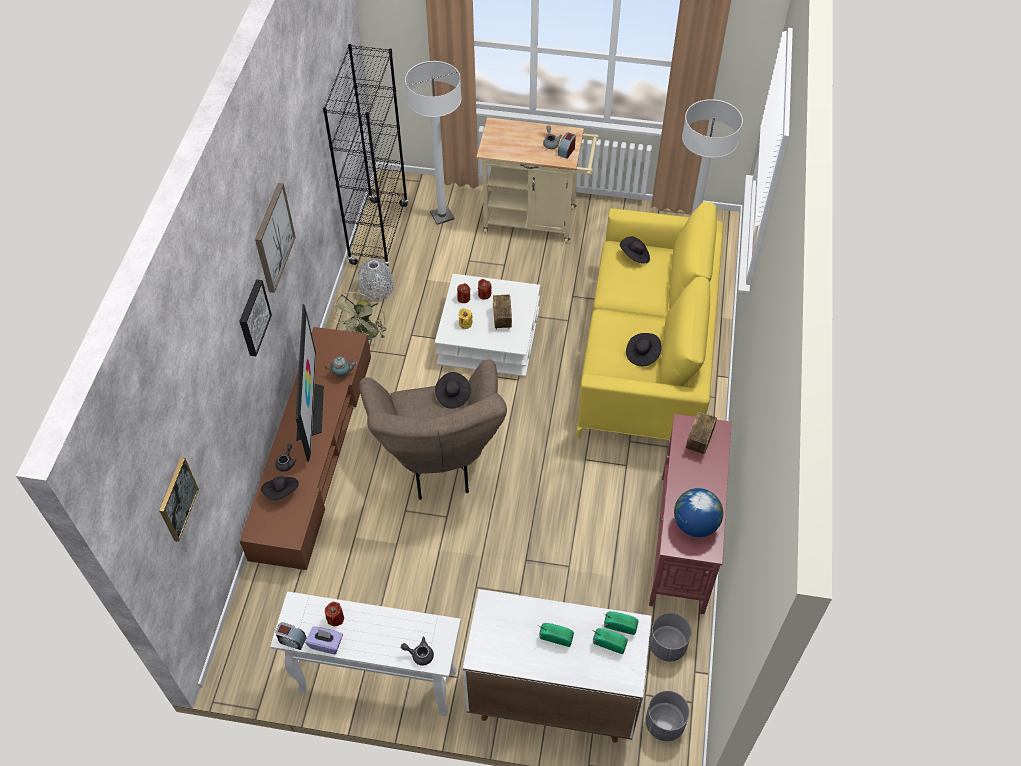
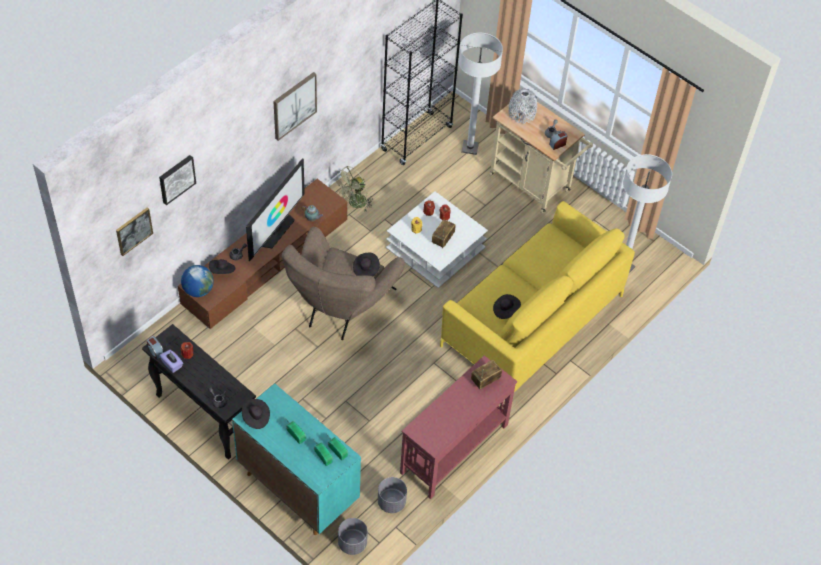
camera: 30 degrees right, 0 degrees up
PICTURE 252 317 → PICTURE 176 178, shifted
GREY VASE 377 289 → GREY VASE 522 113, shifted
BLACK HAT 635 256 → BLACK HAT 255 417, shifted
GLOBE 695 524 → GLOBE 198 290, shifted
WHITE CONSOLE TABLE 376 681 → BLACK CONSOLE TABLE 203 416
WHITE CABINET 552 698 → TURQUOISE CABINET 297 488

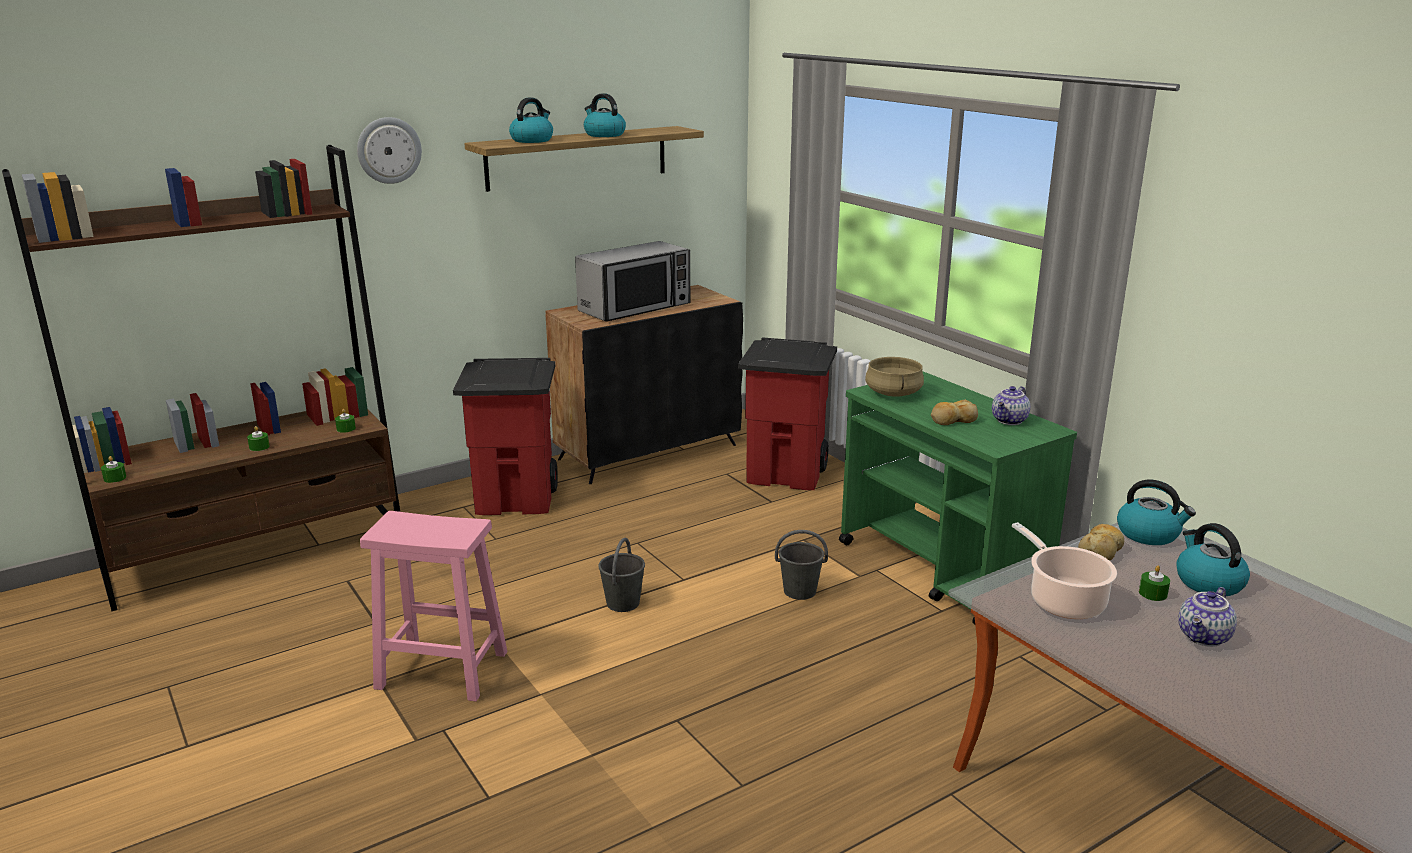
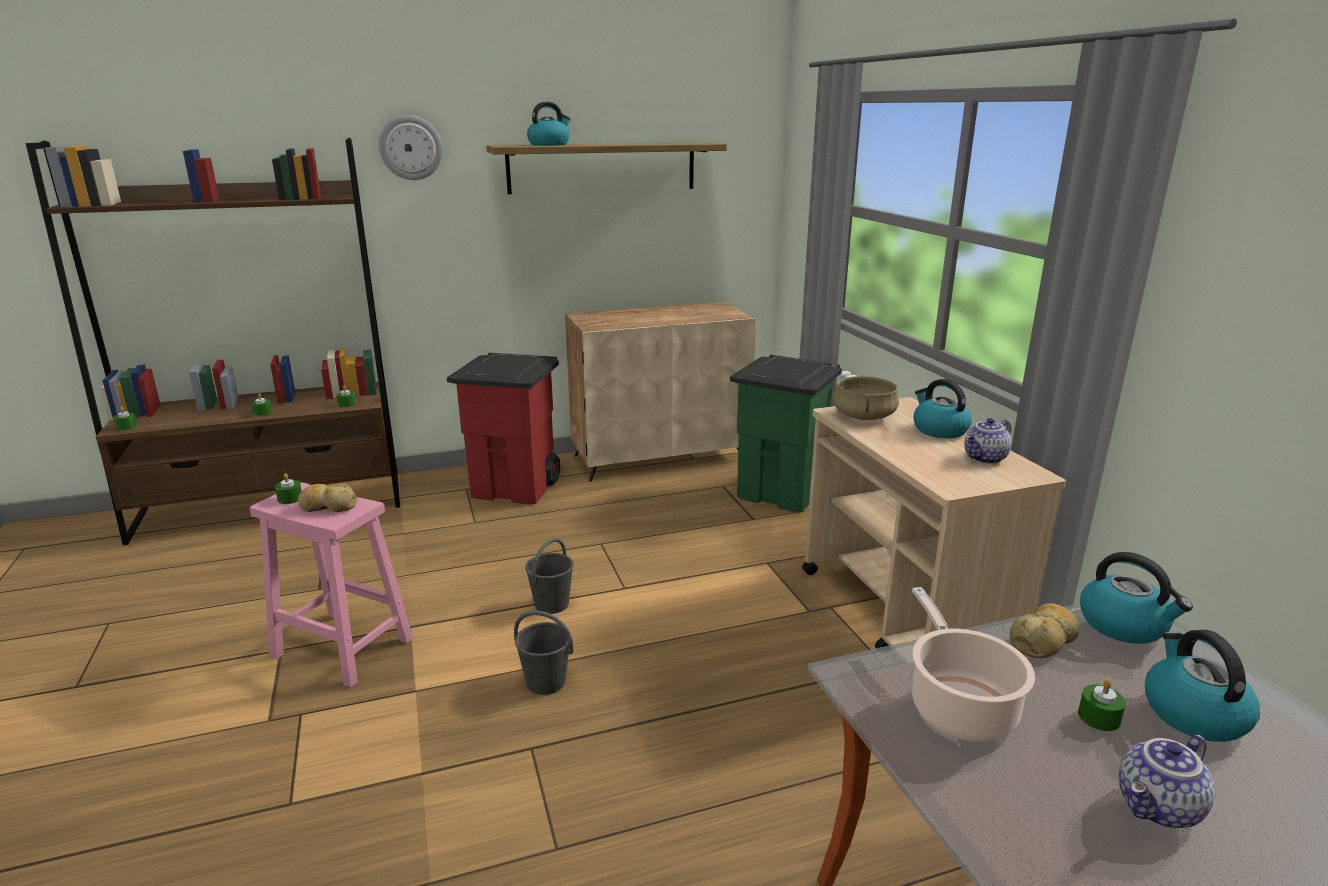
camera: 15 degrees right, 0 degrees up
MICROWAVE 635 308 → -
- → GREEN CANDLE 290 498
KETTLE 604 135 → KETTLE 939 430, shifted
GREY BUCKET 800 591 → GREY BUCKET 546 682, shifted
BREAD 952 420 → BREAD 328 506, shifted
BLACK CABINET 649 451 → BEIGE CABINET 660 457
RED TRASH CAN 787 474 → GREEN TRASH CAN 782 493
GREEN CART 942 570 → BEIGE CART 905 618

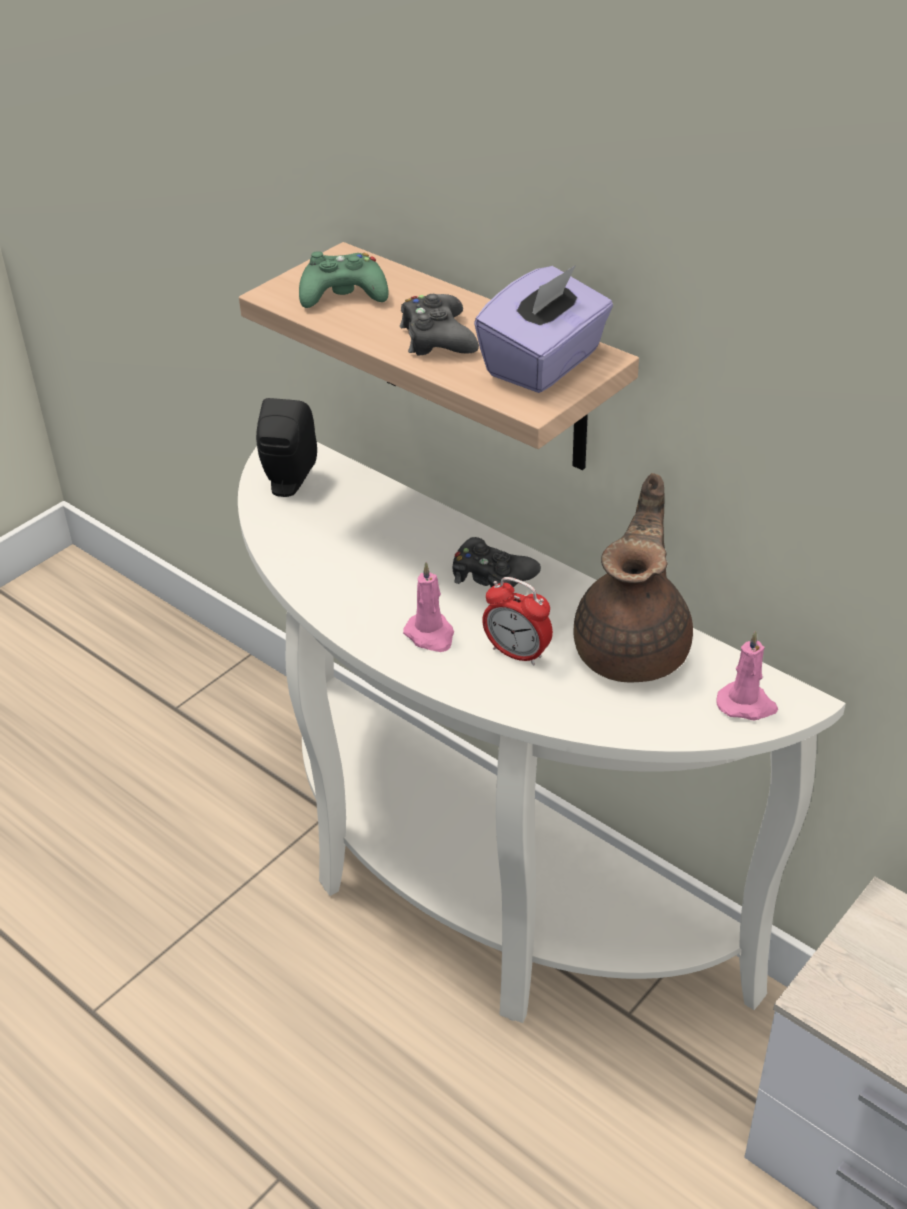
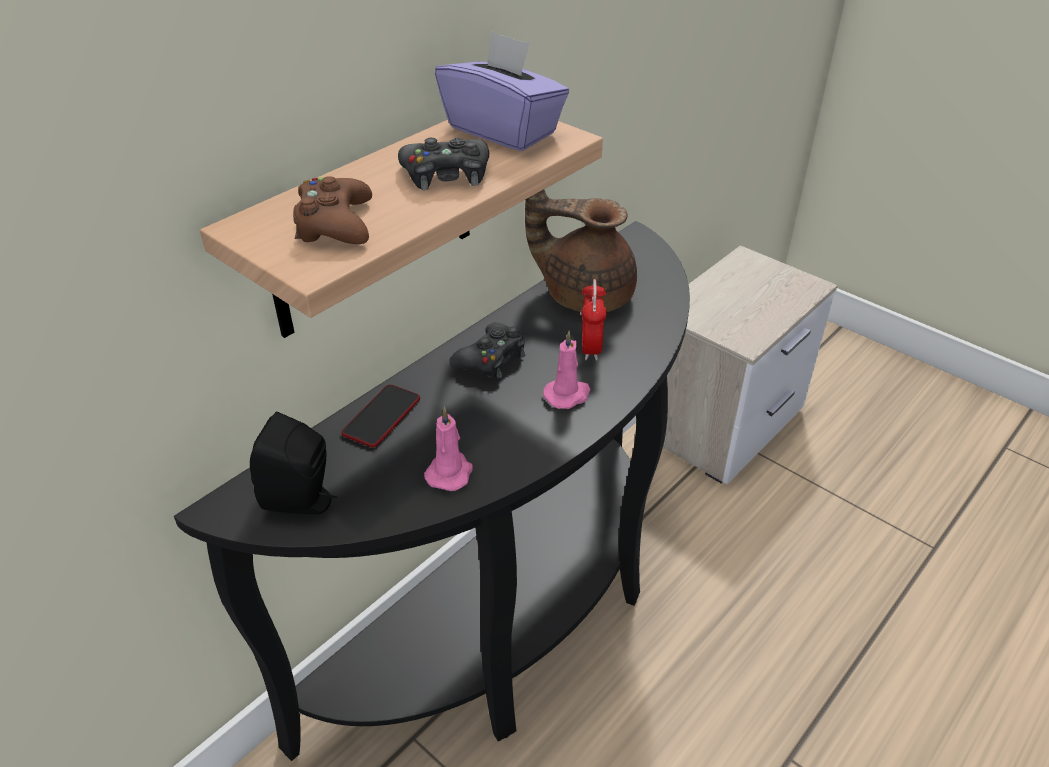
camera: 90 degrees left, 0 degrees up
- → PHONE 382 416
PINK CANDLE 747 705 → PINK CANDLE 450 472, shifted
WHITE CONSOLE TABLE 473 891 → BLACK CONSOLE TABLE 515 621
GREEN GAME CONTROLLER 343 294 → BROWN GAME CONTROLLER 335 224
ALARM CLOCK 517 653 → ALARM CLOCK 591 348, 150 degrees clockwise

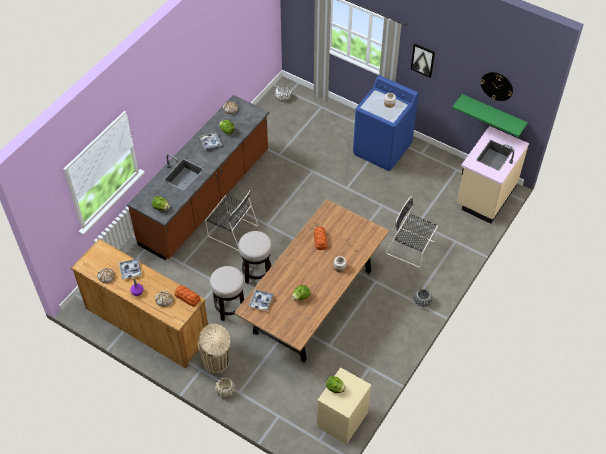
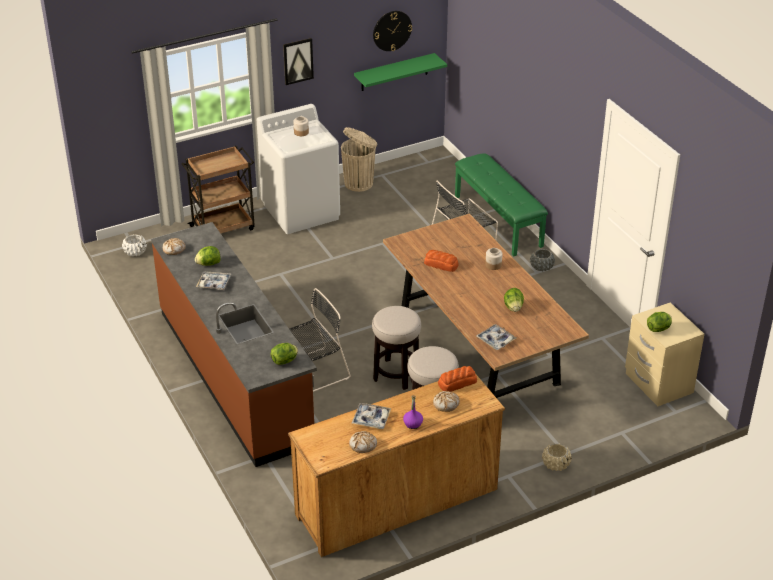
camera: 60 degrees left, 15 degrees down
BEIGE COUNTER 485 195 → -
- → BROWN CART 223 227
- → GREEN BENCH 498 221
BEIGE TRASH CAN 217 363 → BEIGE TRASH CAN 359 183, shifted
BLUE WASHING MACHINE 382 149 → WHITE WASHING MACHINE 301 211

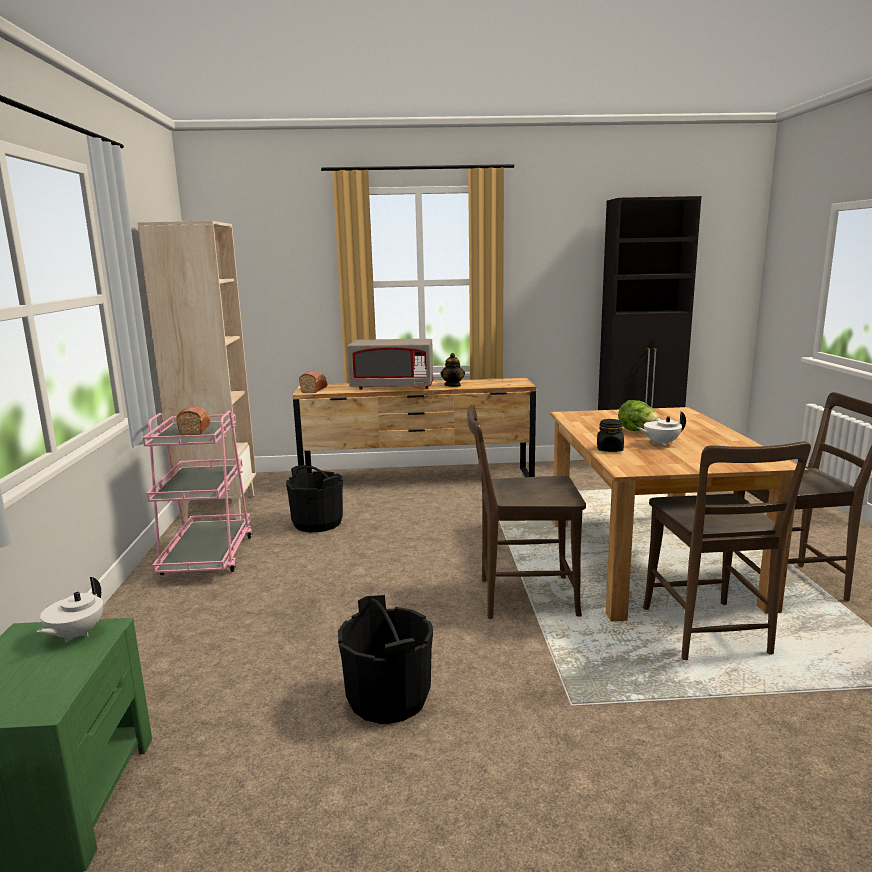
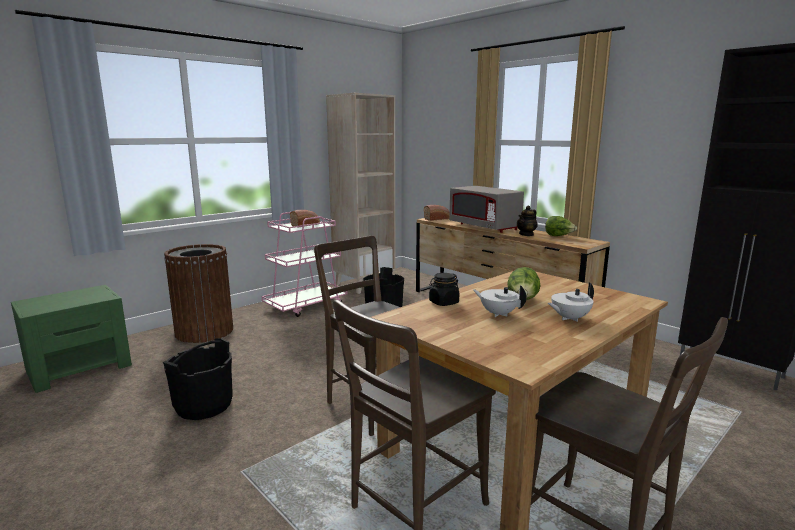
camera: 50 degrees right, 0 degrees up
- → BROWN TRASH CAN 204 331
- → LETTUCE 559 236
WHITE TEAPOT 75 635 → WHITE TEAPOT 569 318, shifted

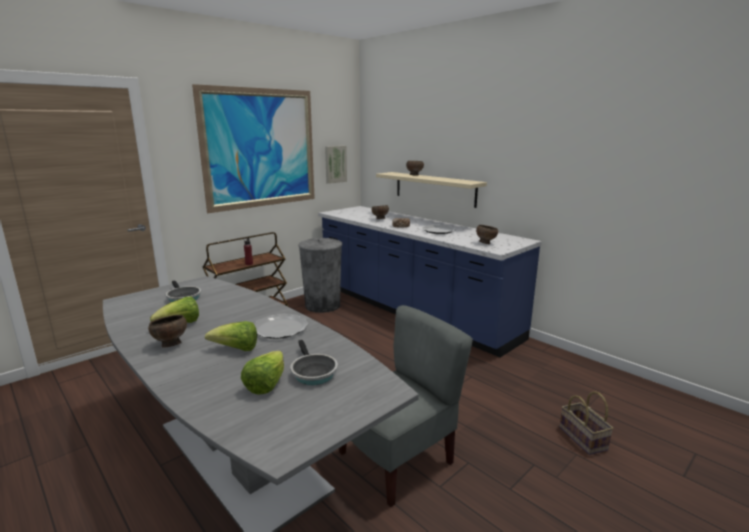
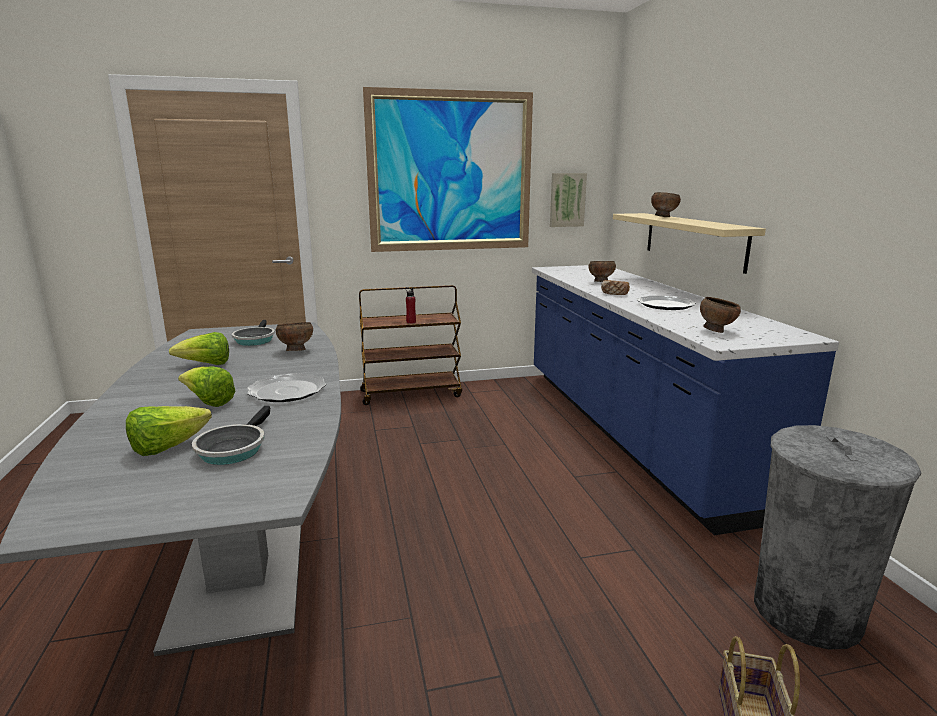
camera: 30 degrees right, 0 degrees up
GREY CHAIR 397 460 → -
BROWN BOWL 170 345 → BROWN BOWL 295 351, shifted
GREY TRASH CAN 323 305 → GREY TRASH CAN 807 611, shifted

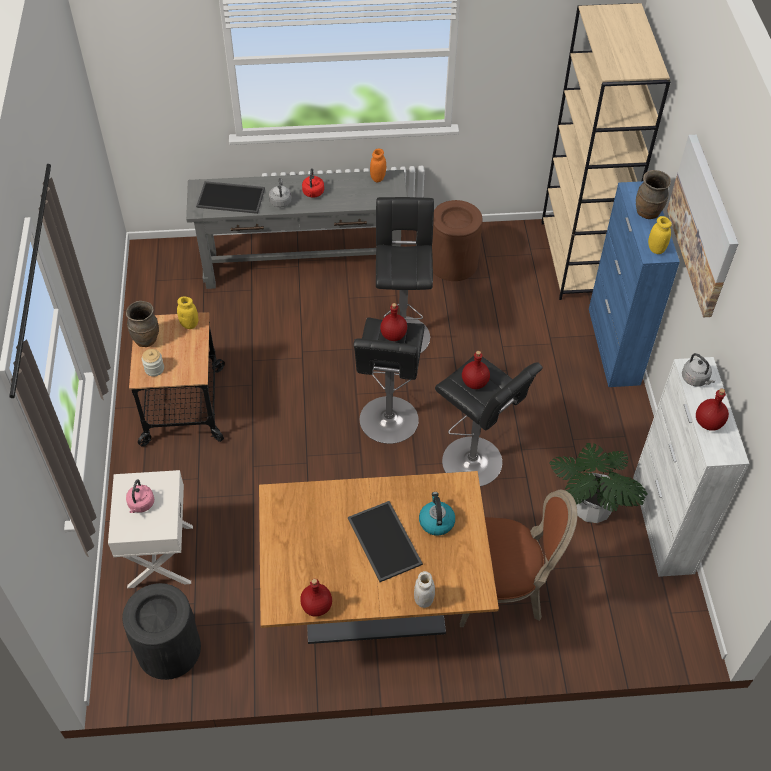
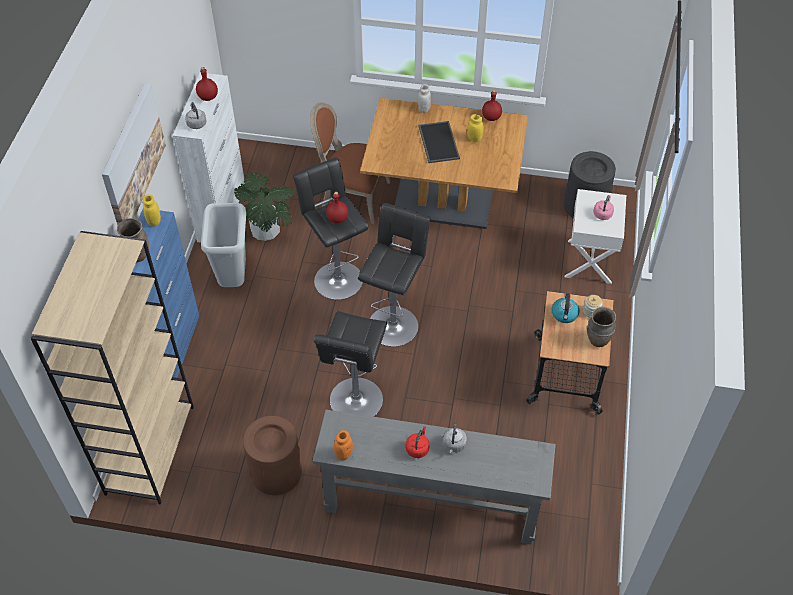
camera: 165 degrees left, 0 degrees up
TRAY 231 197 → -
RED BOTTLE 393 335 → -
- → GREY TRASH CAN 232 279
YELLOW JAR 189 324 → YELLOW JAR 474 139, shifted
KETTLE 436 521 → KETTLE 564 314, shifted

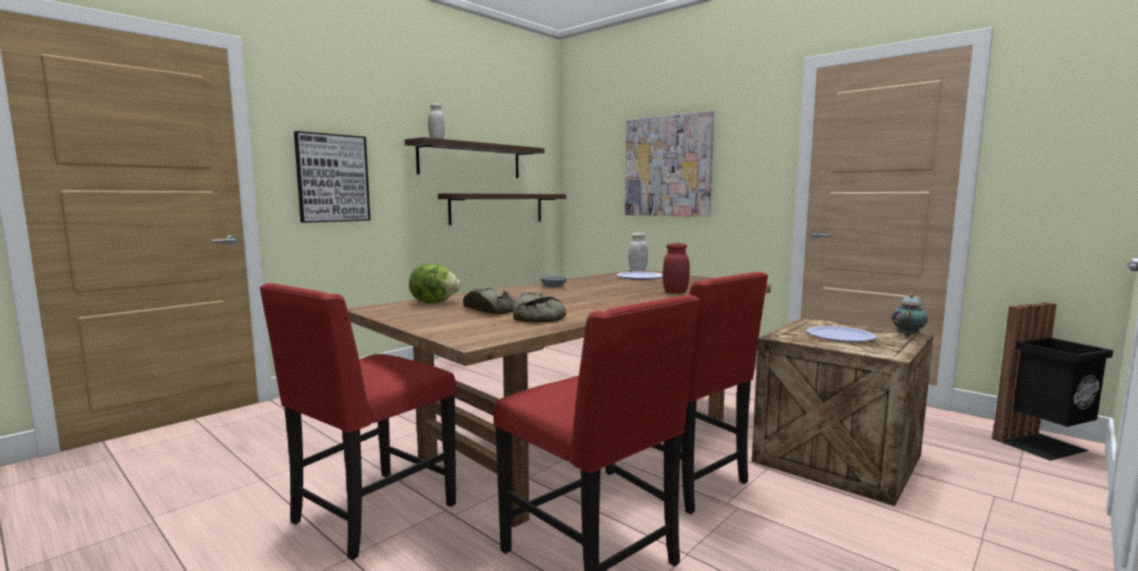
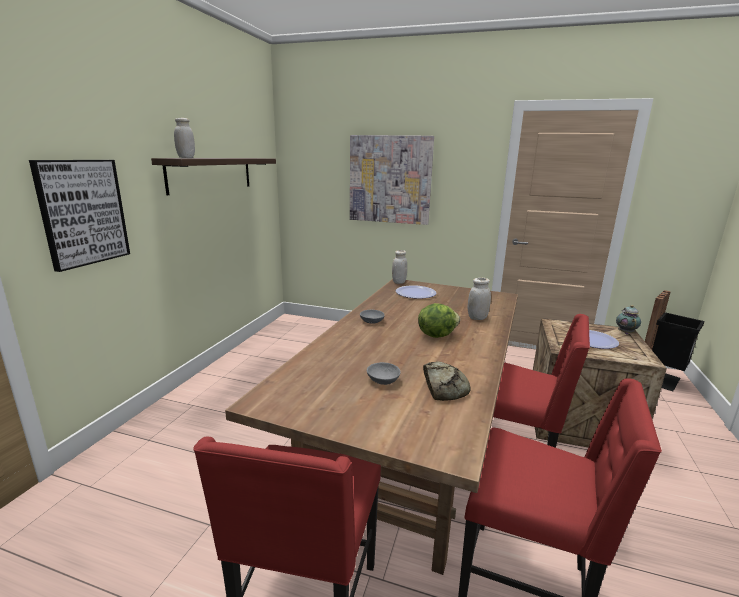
camera: 25 degrees left, 10 degrees up
SHELF 497 208 → -
LETTUCE 434 302 → LETTUCE 436 334, shifted
BREAD 491 310 → GREY BOWL 382 380
RED JAR 675 292 → WHITE JAR 477 318

